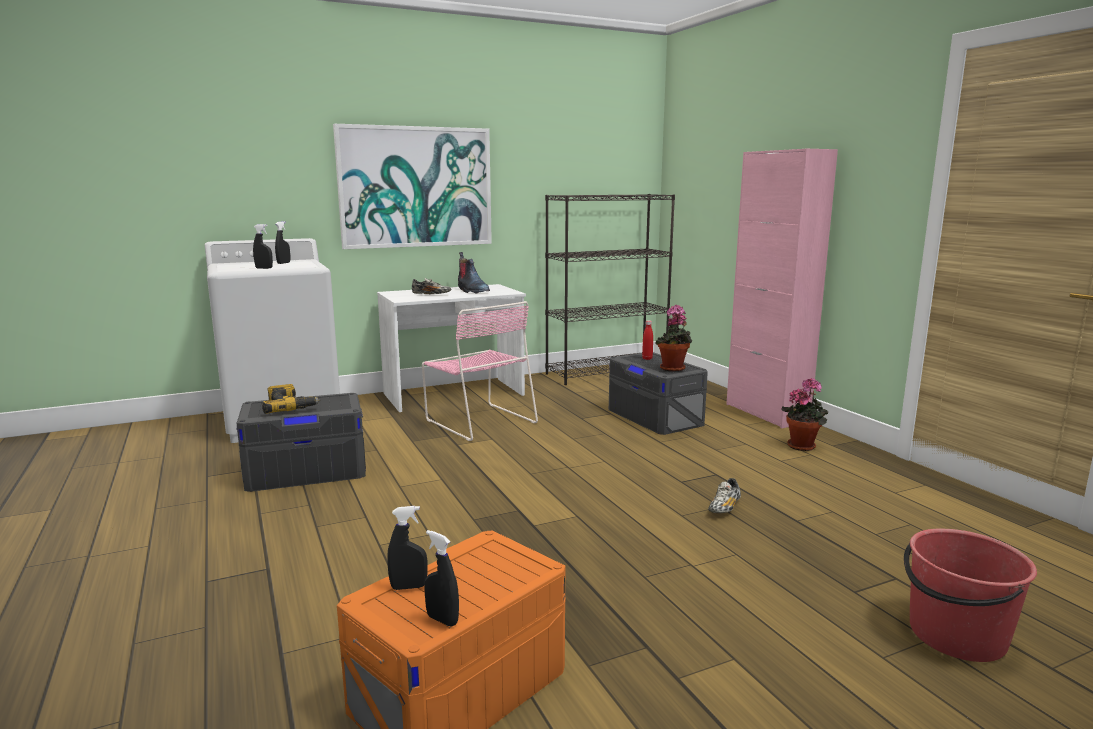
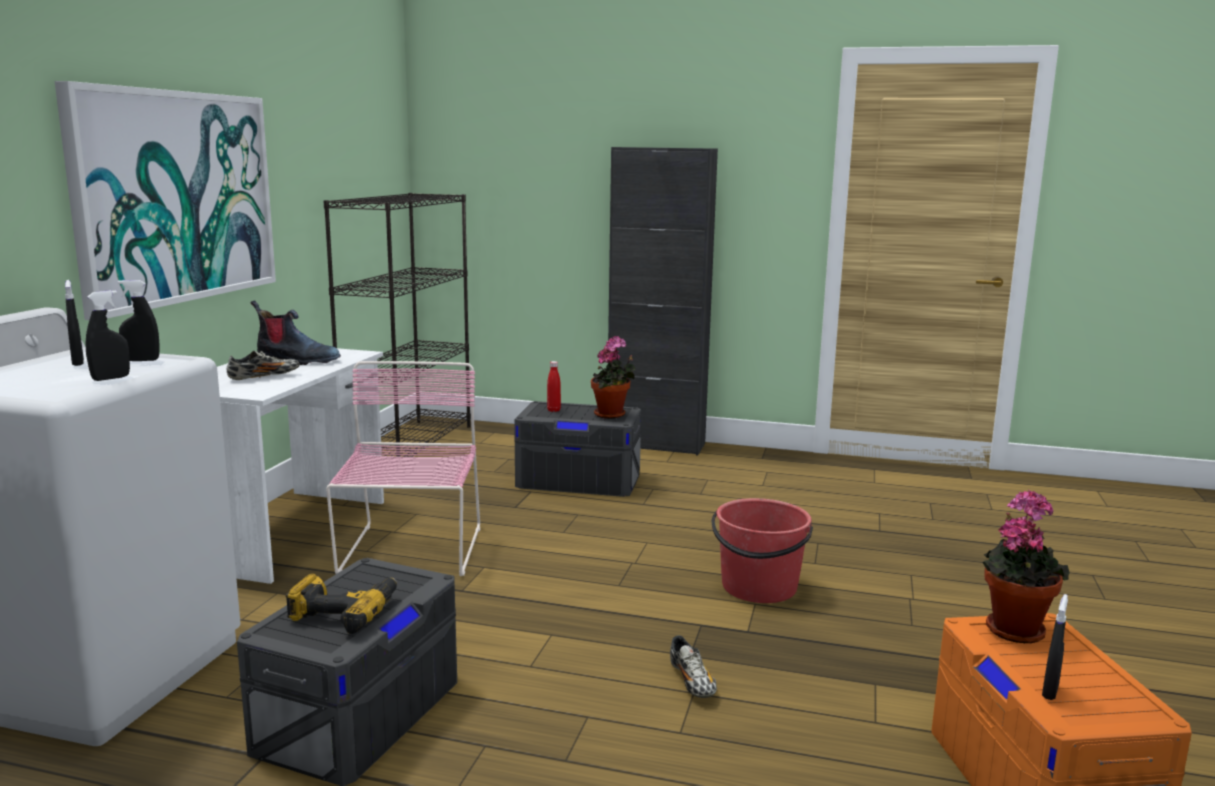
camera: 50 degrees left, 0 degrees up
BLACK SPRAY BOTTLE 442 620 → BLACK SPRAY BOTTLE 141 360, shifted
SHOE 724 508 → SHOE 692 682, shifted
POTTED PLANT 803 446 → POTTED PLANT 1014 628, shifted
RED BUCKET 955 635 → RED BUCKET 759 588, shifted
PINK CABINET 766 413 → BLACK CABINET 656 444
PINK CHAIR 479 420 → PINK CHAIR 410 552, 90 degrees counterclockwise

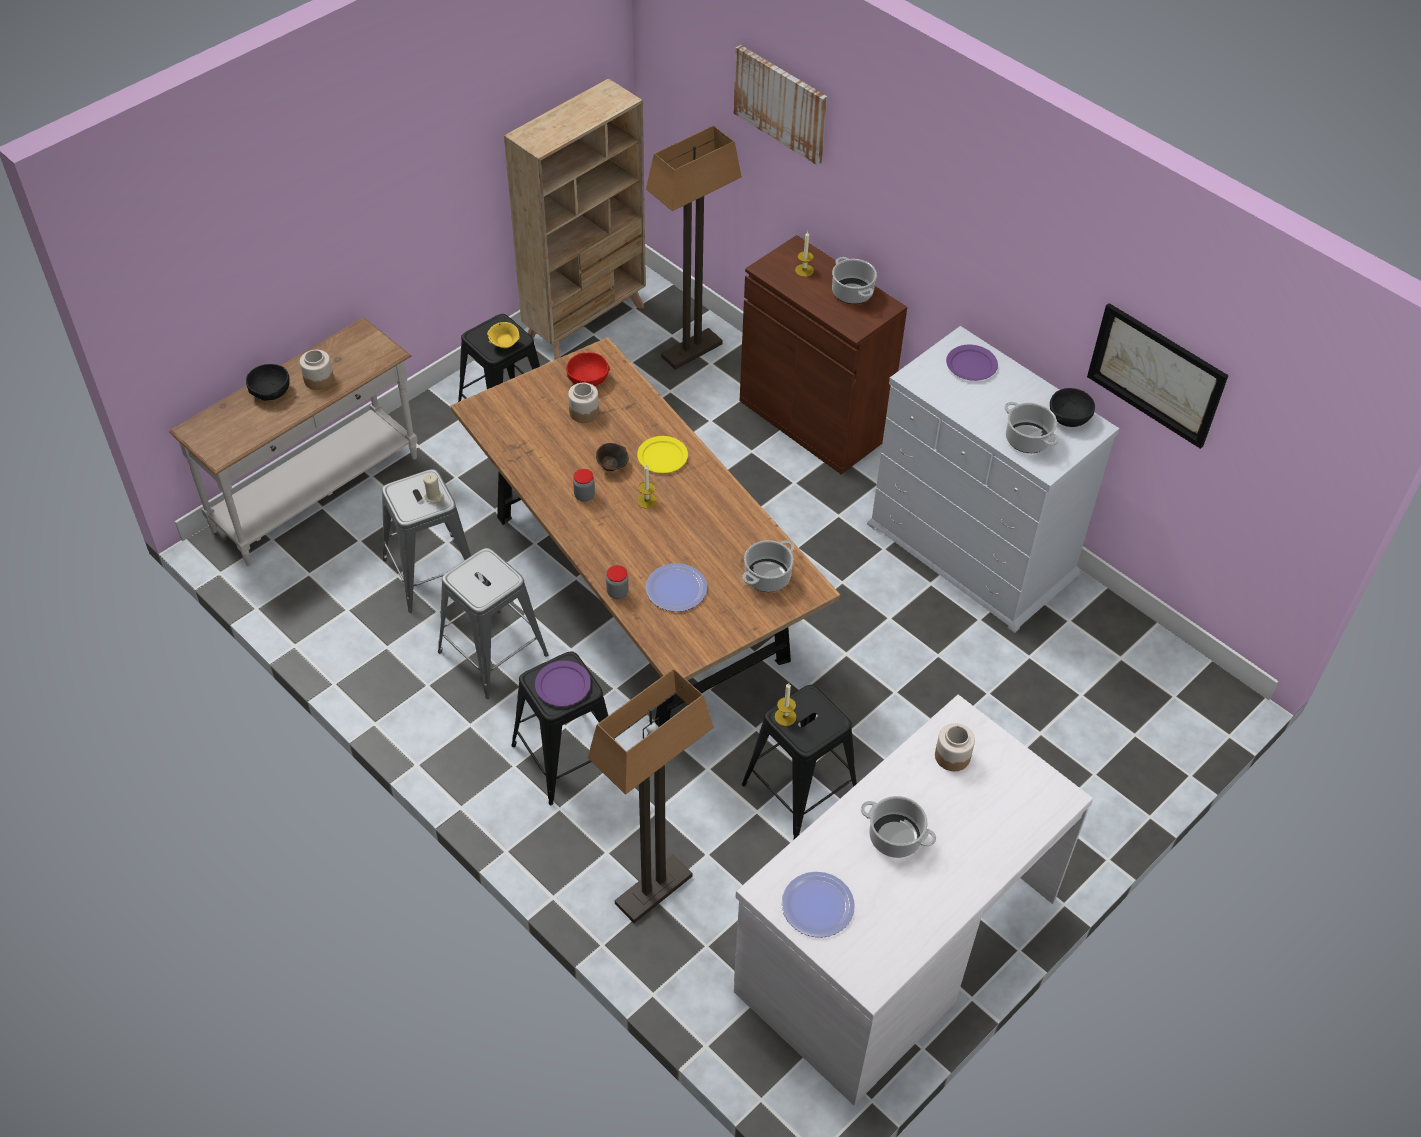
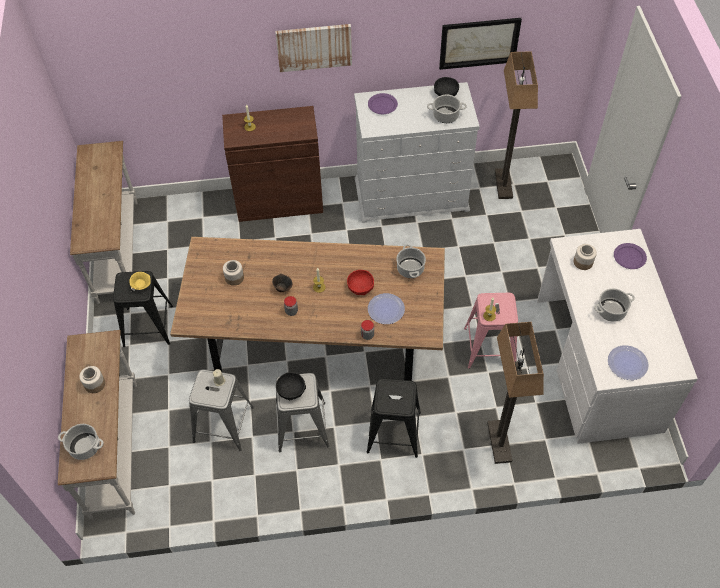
camera: 50 degrees left, 5 degrees up
YELLOW PLATE 662 457 → -
BLACK BOWL 270 392 → BLACK BOWL 291 391, shifted
PURPLE PLATE 562 685 → PURPLE PLATE 629 257, shifted
RED BOWL 588 380 → RED BOWL 361 287, shifted
FLOOR LAMP 691 351 → FLOOR LAMP 503 184, shifted
PICTURE 781 103 → PICTURE 314 47, shifted
COOKING POT 853 293 → COOKING POT 85 446, shifted
BEIGE BOOKCASE 586 322 → WHITE CONSOLE TABLE 119 250
BLACK STOOL 800 790 → PINK STOOL 489 347

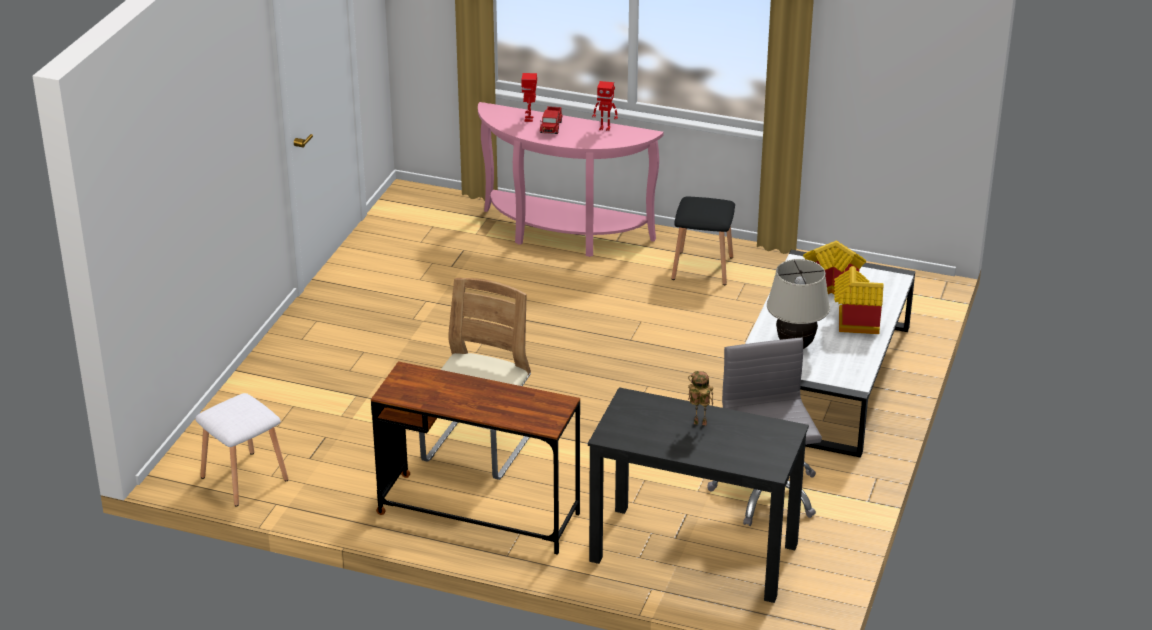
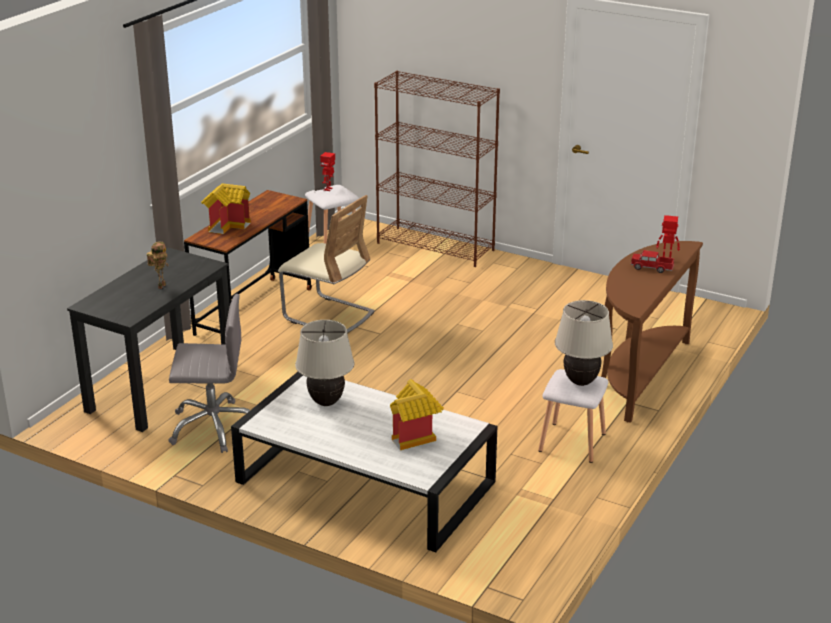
camera: 100 degrees right, 5 degrees down
- → BROWN BOOKCASE 436 246
- → BEIGE TABLE LAMP 581 382
TOY ROBOT 605 128 → TOY ROBOT 328 189, shifted
TOY HOUSE 852 323 → TOY HOUSE 228 225, shifted
PINK CONSOLE TABLE 562 236 → BROWN CONSOLE TABLE 638 375
BLACK STOOL 703 268 → WHITE STOOL 572 443

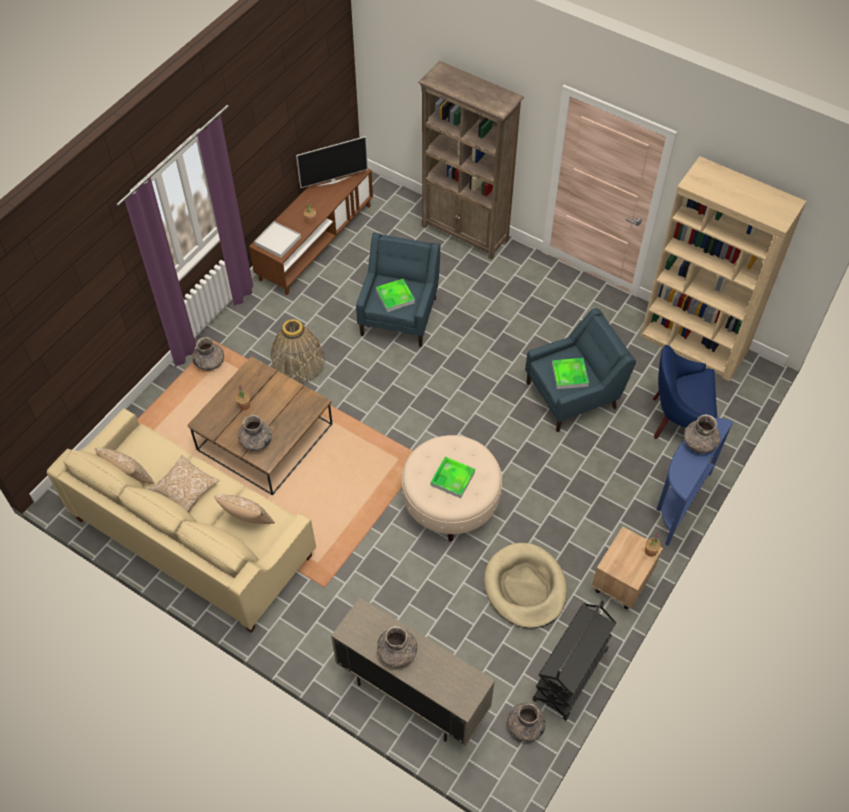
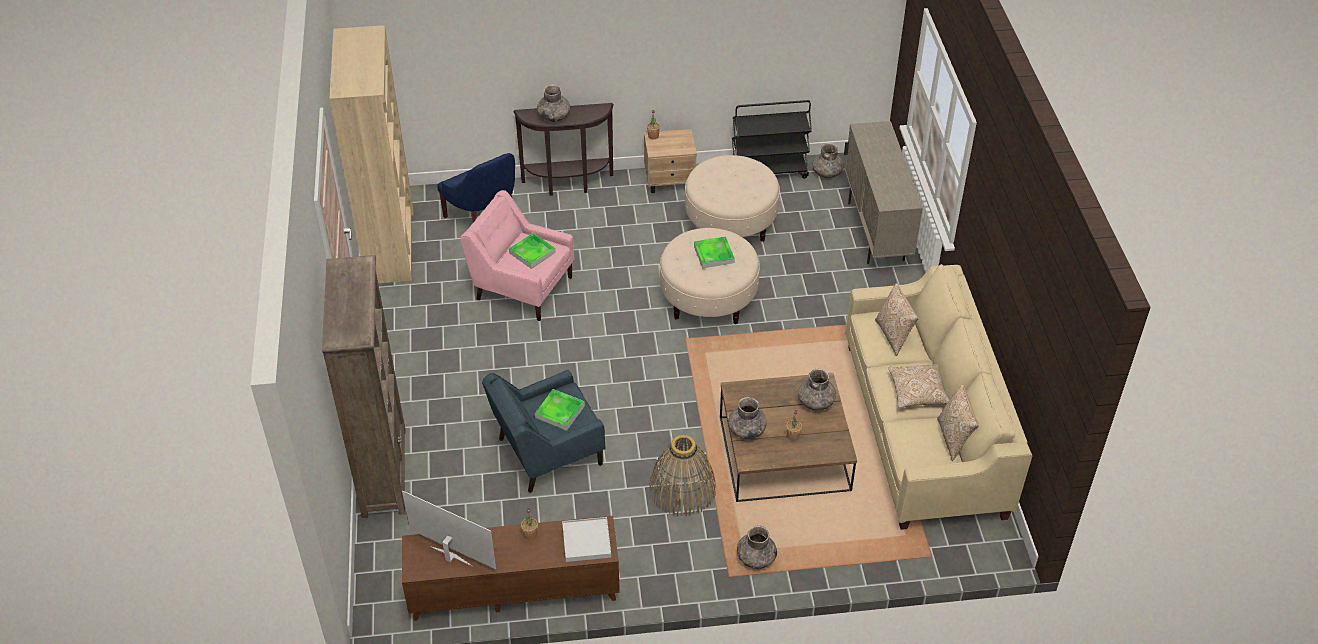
camera: 130 degrees left, 10 degrees down
GREY VASE 397 652 → GREY VASE 746 430, shifted
BEIGE DOG BED 525 587 → BEIGE OTTOMAN 731 223
BLUE ARMCHAIR 573 395 → PINK ARMCHAIR 522 287
BLUE CONSOLE TABLE 678 502 → BROWN CONSOLE TABLE 568 185

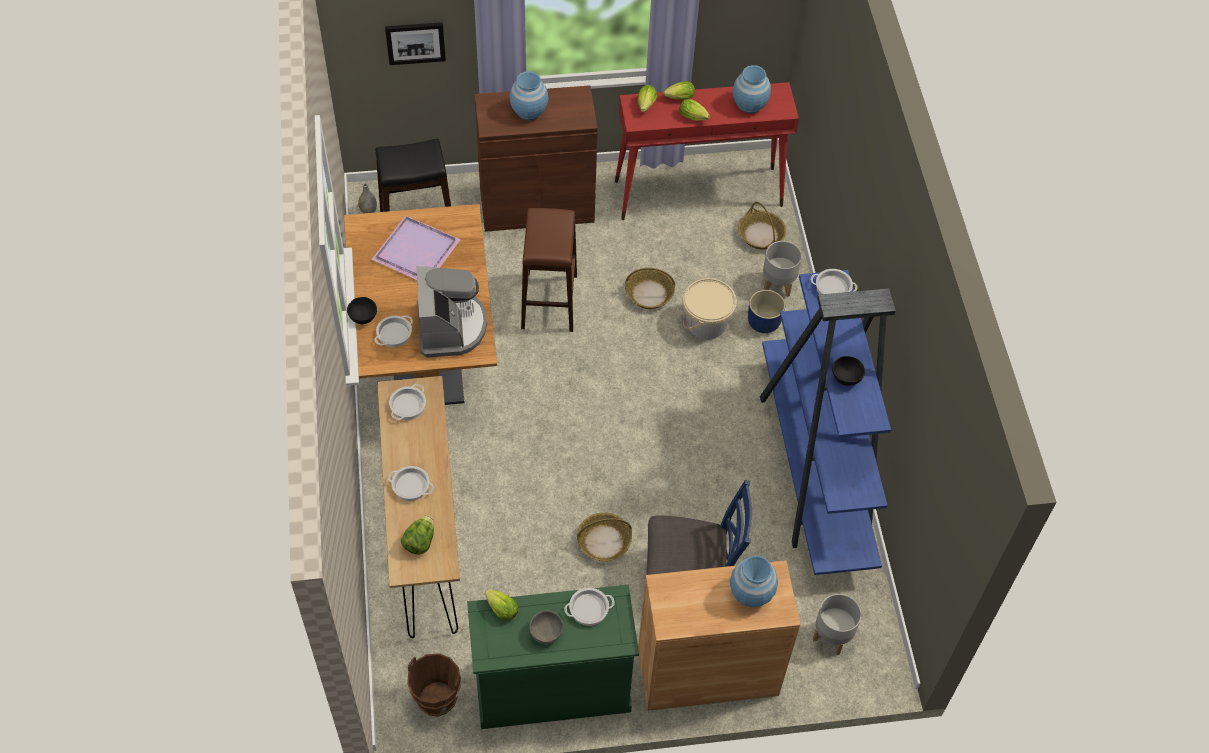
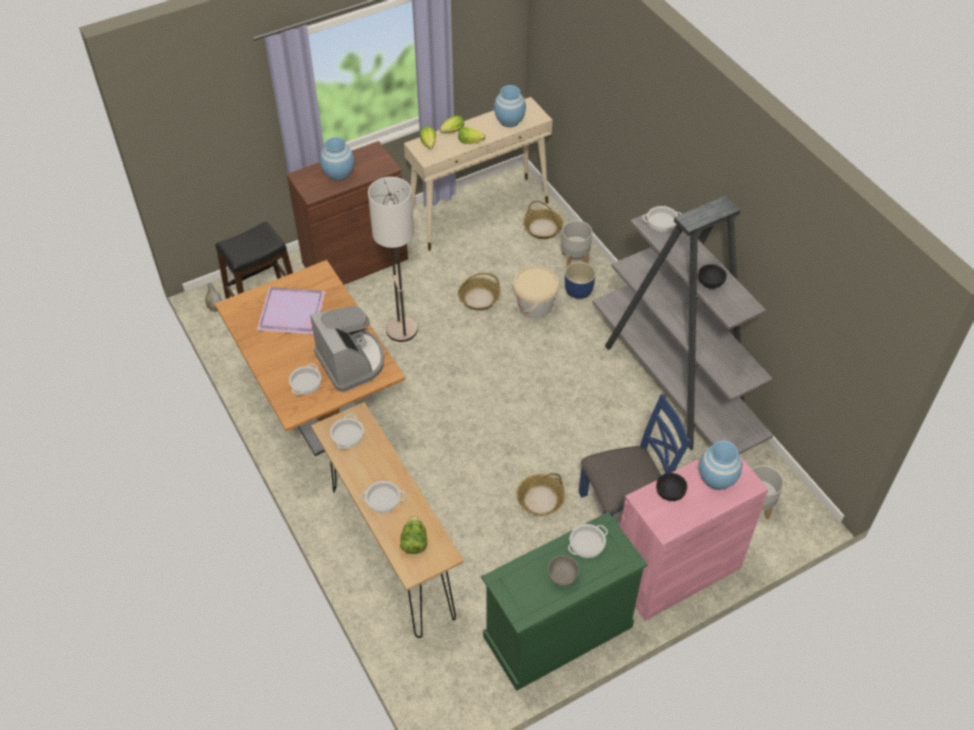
camera: 20 degrees left, 5 degrees down
PICTURE 415 42 → -
BROWN BUCKET 437 700 → -
LETTUCE 500 608 → -
BLACK BOWL 363 317 → BLACK BOWL 669 493, shifted
BROWN STOOL 549 302 → FLOOR LAMP 402 330
RED CONSOLE TABLE 699 193 → BEIGE CONSOLE TABLE 479 213
BROWN CABINET 707 672 → PINK CABINET 676 571
BLUE BOOKCASE 815 469 → GREY BOOKCASE 675 385

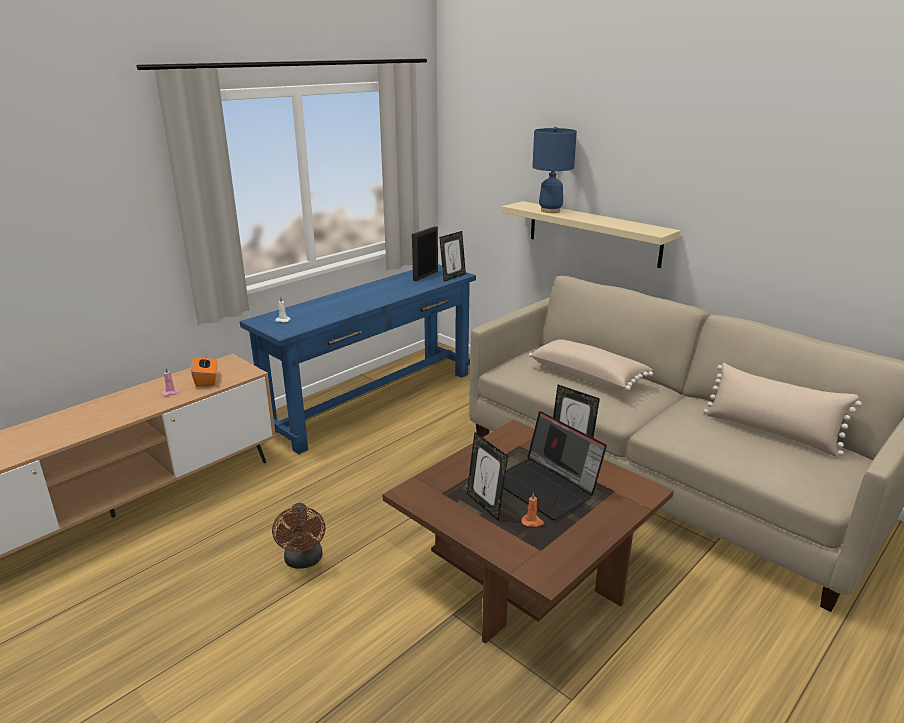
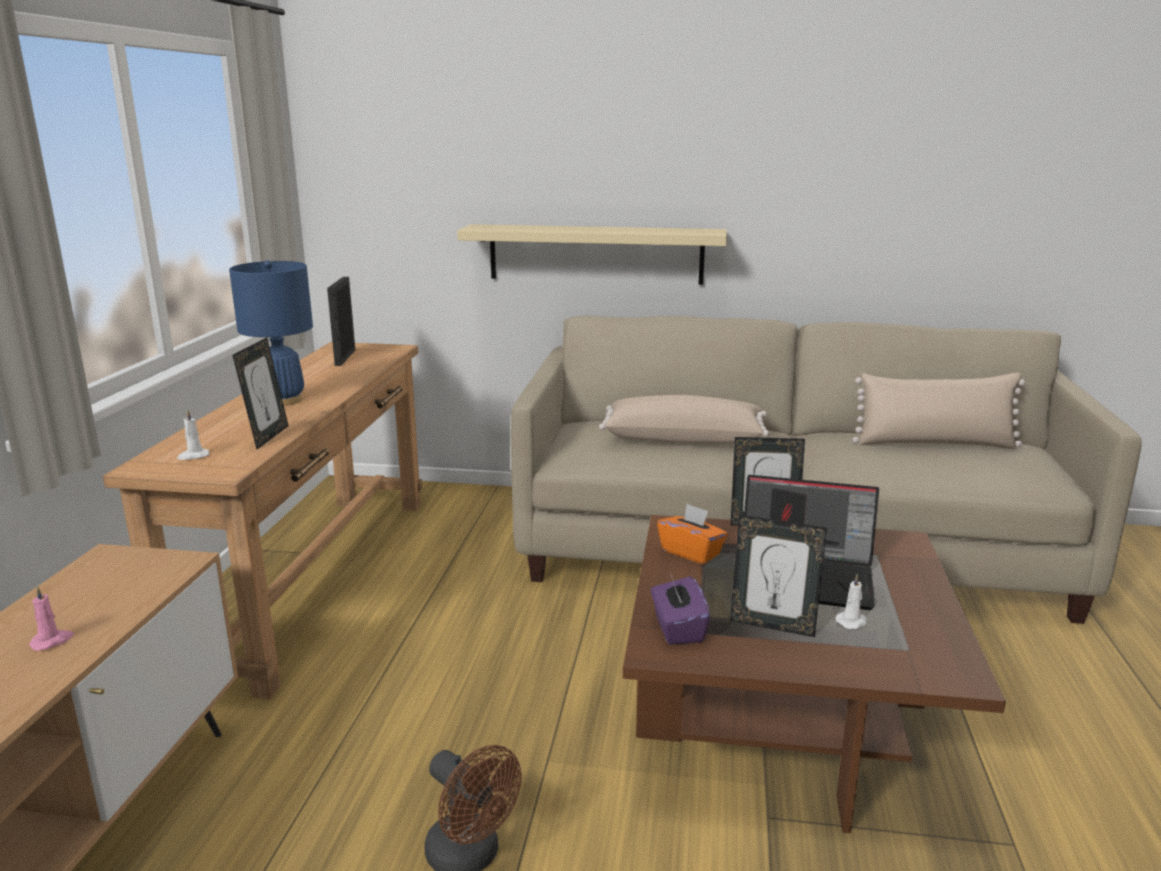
camera: 35 degrees left, 5 degrees down
- → PURPLE TISSUE BOX 677 629
ORANGE TISSUE BOX 207 380 → ORANGE TISSUE BOX 691 552, shifted
PICTURE FRAME 452 277 → PICTURE FRAME 267 437, shifted
BLUE TABLE LAMP 550 211 → BLUE TABLE LAMP 283 400, shifted
BLUE CONSOLE TABLE 374 401 → BROWN CONSOLE TABLE 315 579
ORANGE CANDLE 532 522 → WHITE CANDLE 852 622

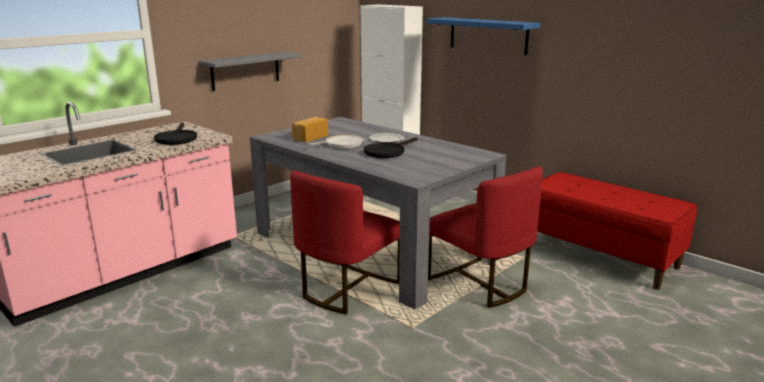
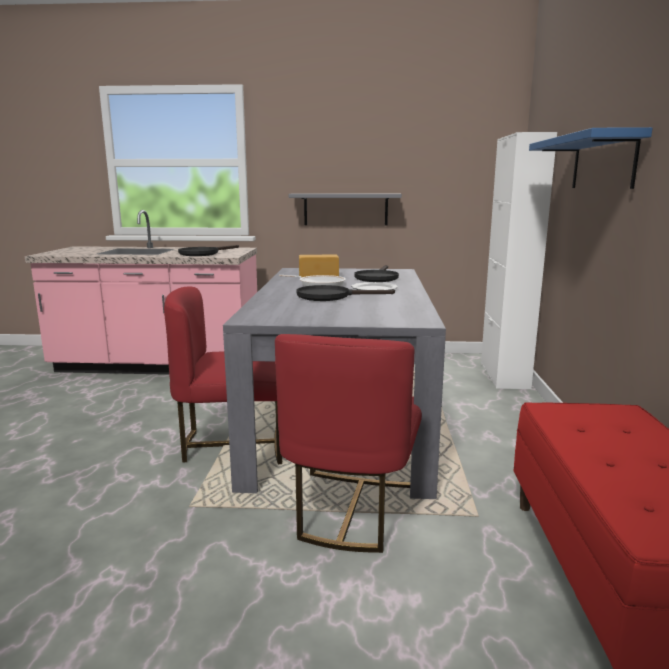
camera: 50 degrees right, 5 degrees down
- → BLACK FRYING PAN 377 278

